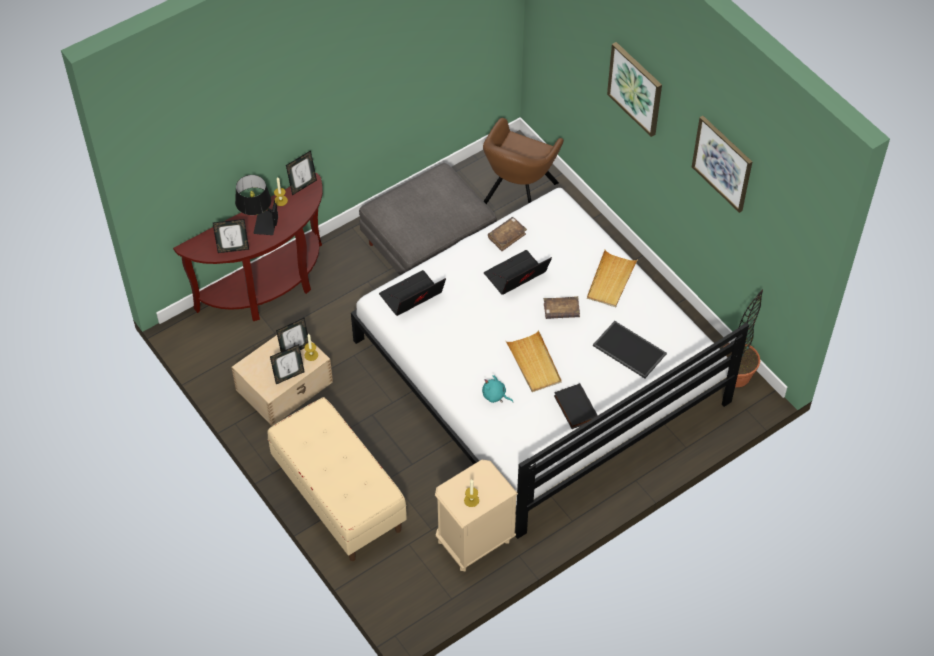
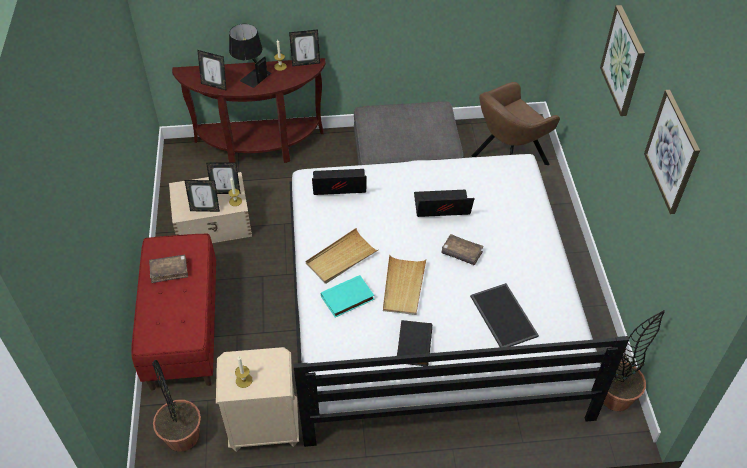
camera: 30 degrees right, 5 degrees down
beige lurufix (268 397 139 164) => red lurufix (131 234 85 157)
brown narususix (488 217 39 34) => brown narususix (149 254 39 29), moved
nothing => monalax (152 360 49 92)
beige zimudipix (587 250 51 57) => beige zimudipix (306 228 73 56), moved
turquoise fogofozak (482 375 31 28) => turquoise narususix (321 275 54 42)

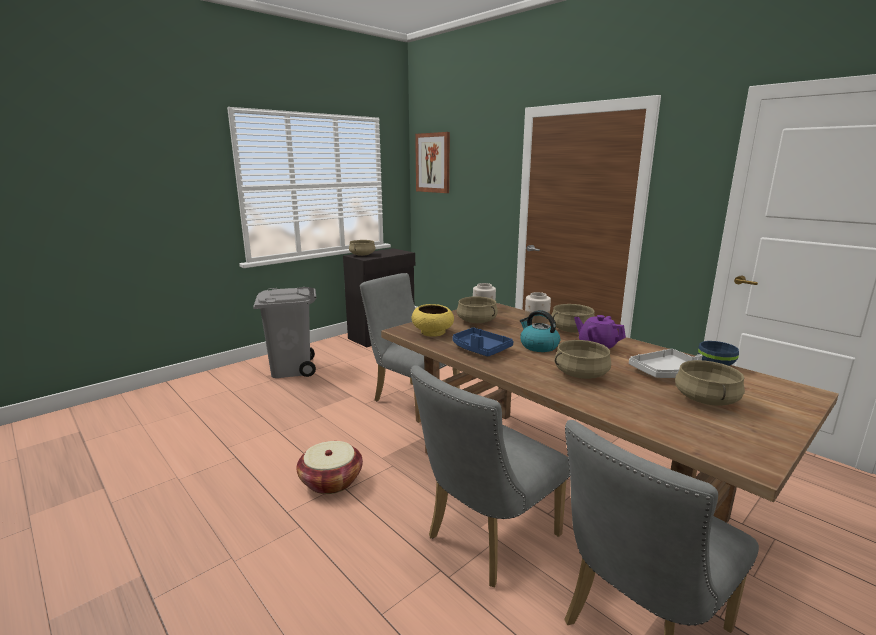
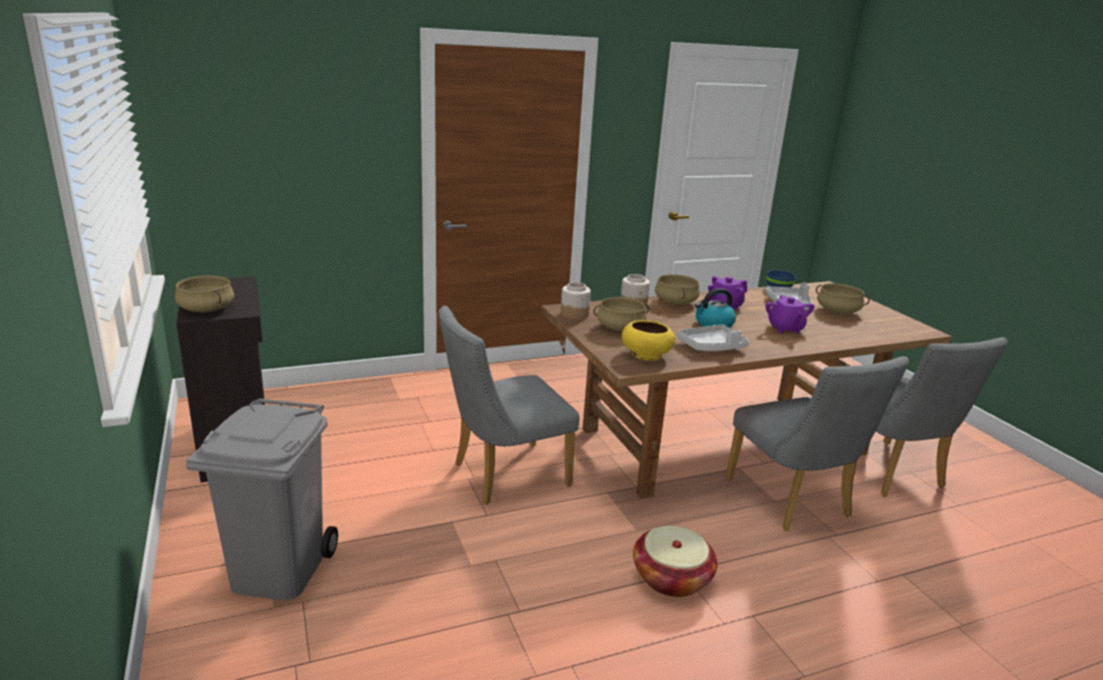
camera: 70 degrees left, 5 degrees up
blue zimudipix (453 327 60 30) => grey zimudipix (677 324 72 27)
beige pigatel (554 340 57 39) => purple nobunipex (765 295 50 39)
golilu (415 132 35 61) => nothing

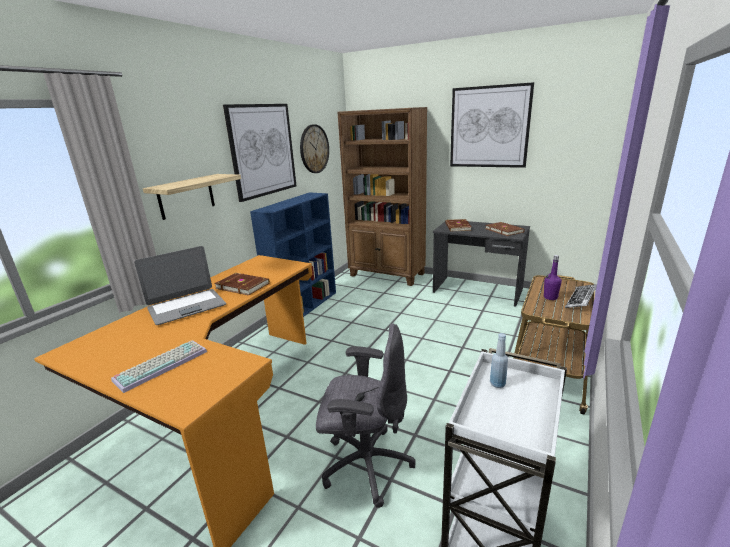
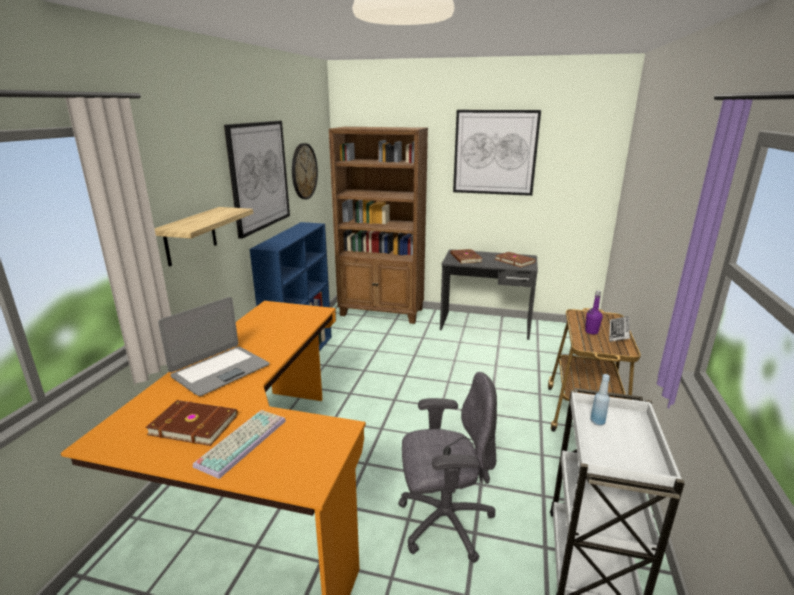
camera: 15 degrees left, 0 degrees up
brown narususix (214 273 56 23) => brown narususix (145 400 93 46), moved

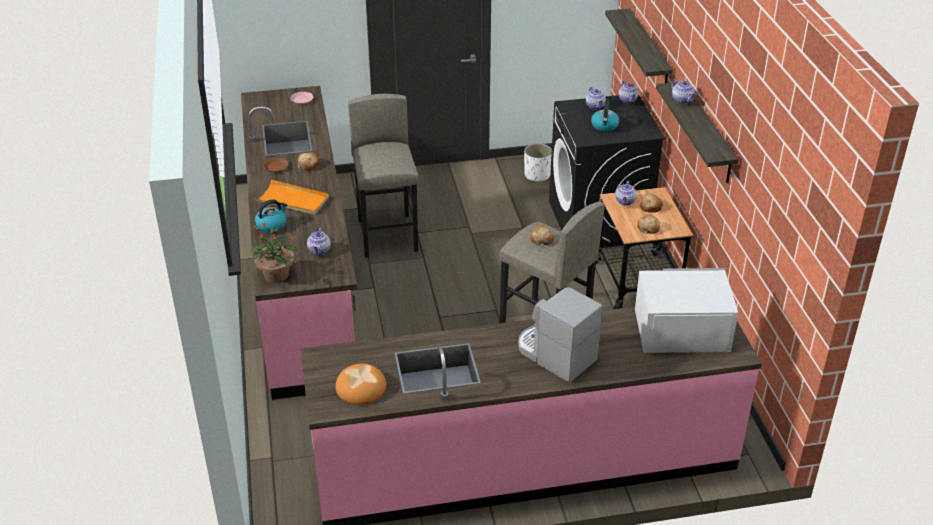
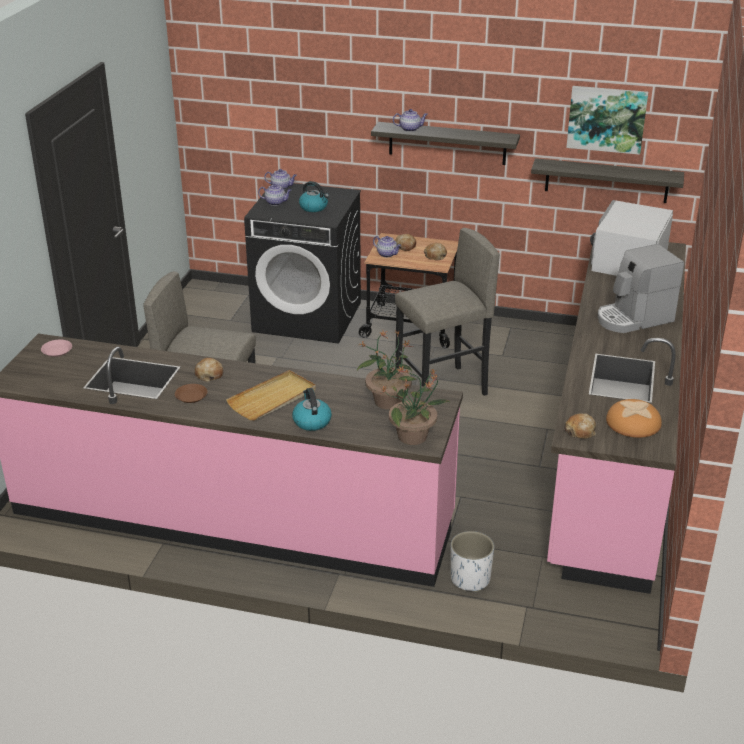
camera: 65 degrees left, 5 degrees down
orange zimudipix (255 180 74 35) => beige zimudipix (226 370 90 50)
nobunipex (307 227 24 29) => monalax (357 330 59 80)
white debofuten (524 143 28 39) => white debofuten (450 531 44 61), moved
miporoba (605 9 68 74) => miporoba (531 158 153 45), moved
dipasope (530 226 24 21) => dipasope (564 413 32 26), moved
nothing => golilu (566 86 82 69)

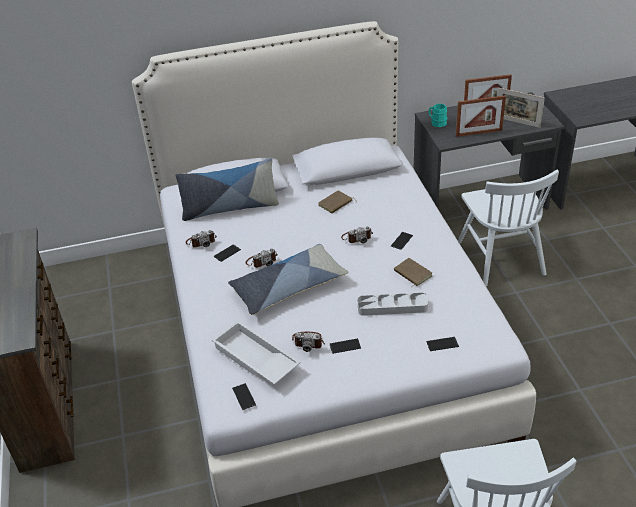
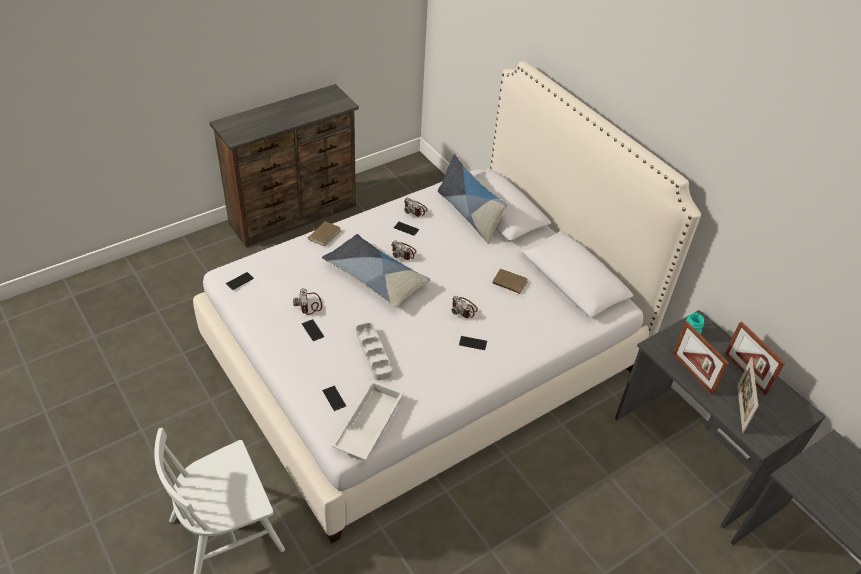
camera: 65 degrees right, 5 degrees up
brown narususix (394 258 38 30) => brown narususix (305 221 36 26), moved
white zimudipix (212 320 89 65) => white zimudipix (331 380 73 80), moved
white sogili (458 170 101 117) => nothing

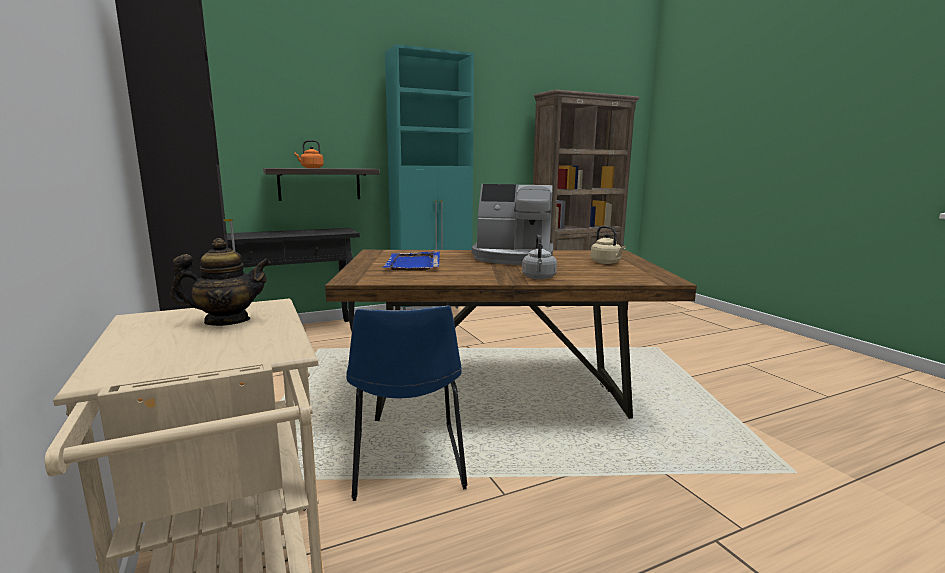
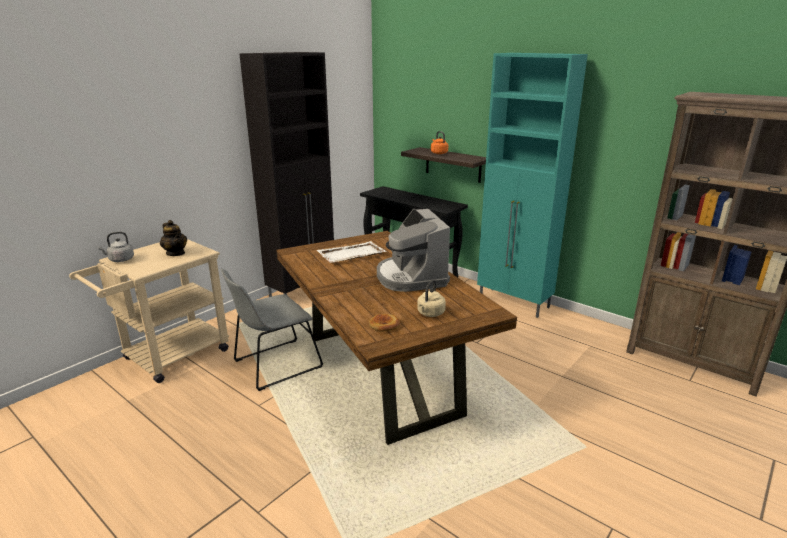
camera: 65 degrees right, 10 degrees up
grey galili (522 235 35 44) => grey galili (98 232 36 30), moved
blue sogili (346 305 122 196) => grey sogili (221 269 102 122)
blue zimudipix (382 251 58 20) => white zimudipix (317 241 70 22)
nothing => dipasope (369 314 31 17)

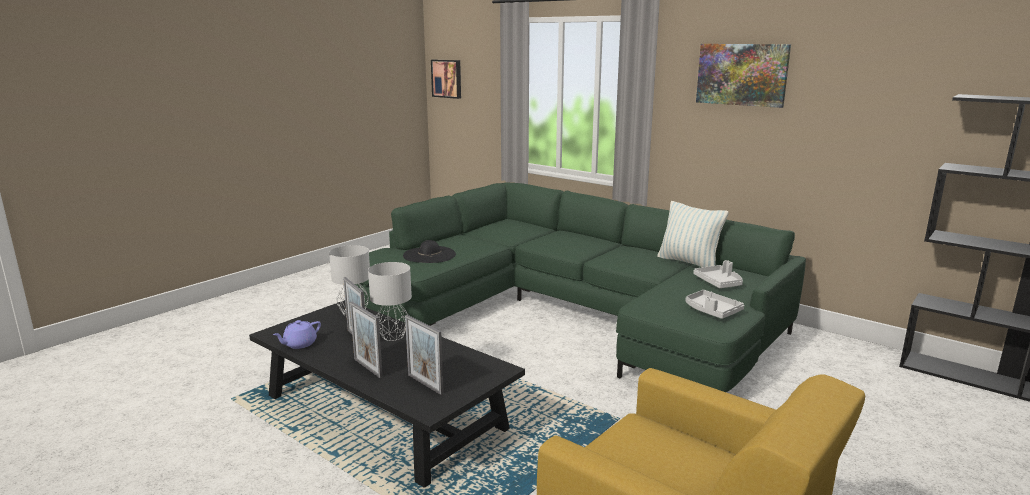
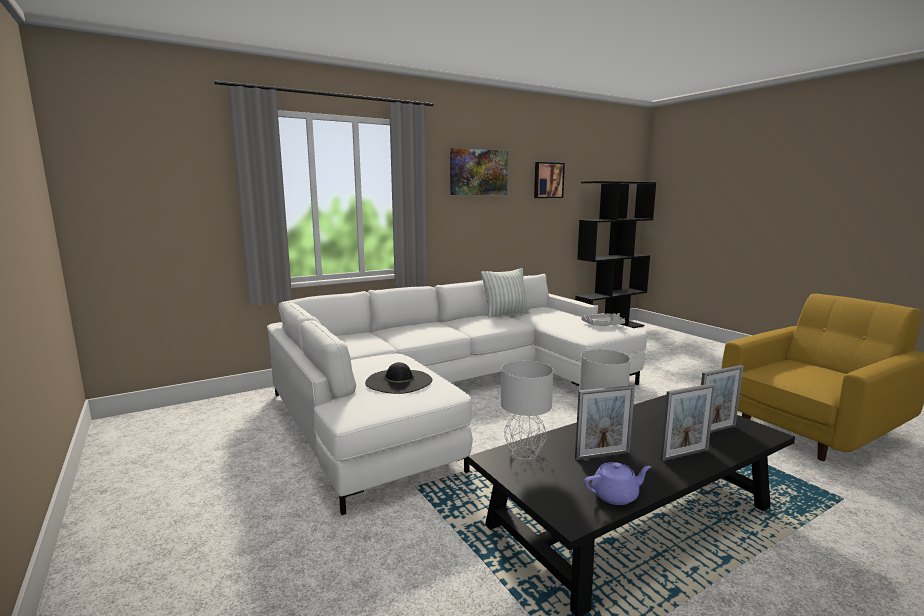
camera: 70 degrees left, 5 degrees down
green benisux (355 182 451 210) => white benisux (267 274 380 241)
golilu (431 60 30 39) => golilu (534 162 31 36), moved
purple nobunipex (273 320 48 29) => purple nobunipex (584 462 68 43), 75 degrees counterclockwise
grey zimudipix (693 260 50 28) => nothing

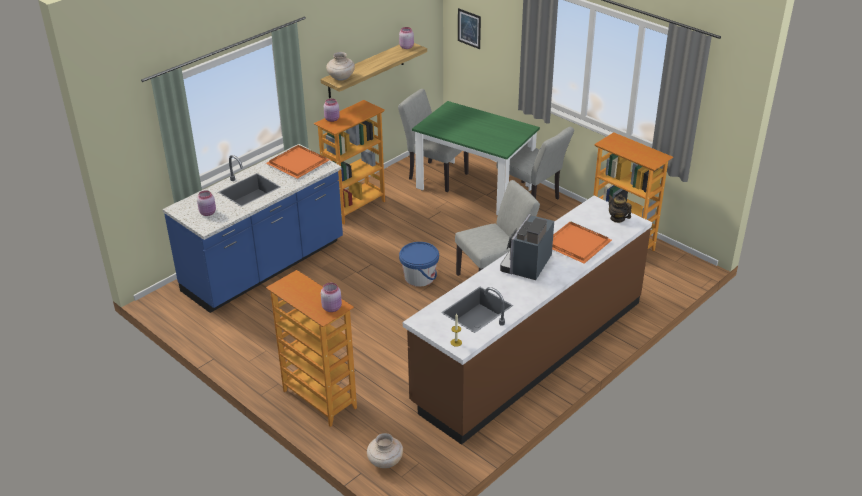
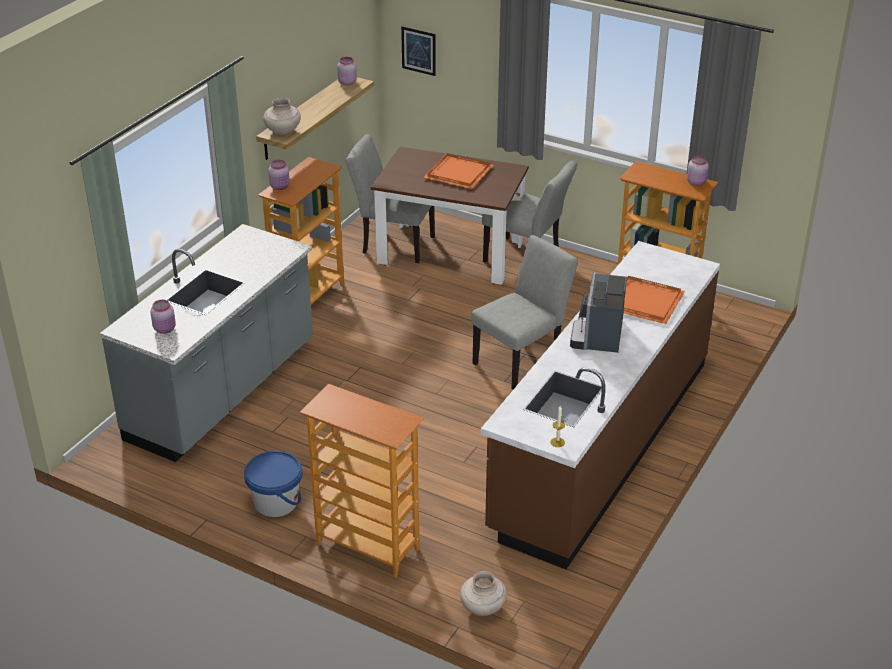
camera: 15 degrees left, 0 degrees up
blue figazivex (162 144 181 169) => grey figazivex (100 224 213 238)
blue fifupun (399 242 40 45) => blue fifupun (244 451 58 66), moved
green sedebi (412 101 128 115) => brown sedebi (371 147 158 138)
orange zimudipix (266 145 63 34) => orange zimudipix (423 153 70 36), moved
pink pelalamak (321 283 21 29) => pink pelalamak (687 155 22 31), moved
nobunipex (608 194 24 29) => nothing

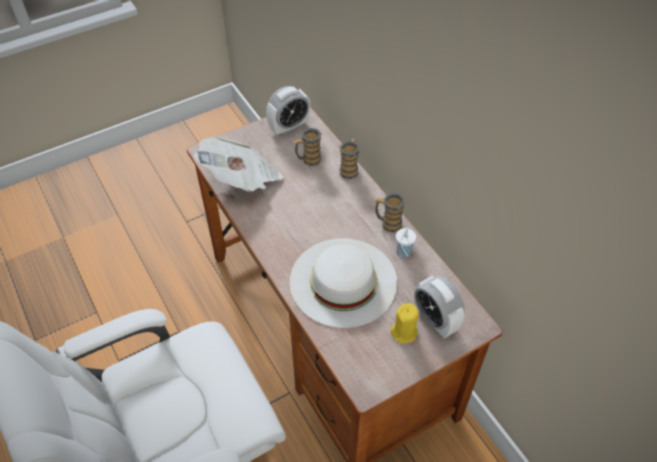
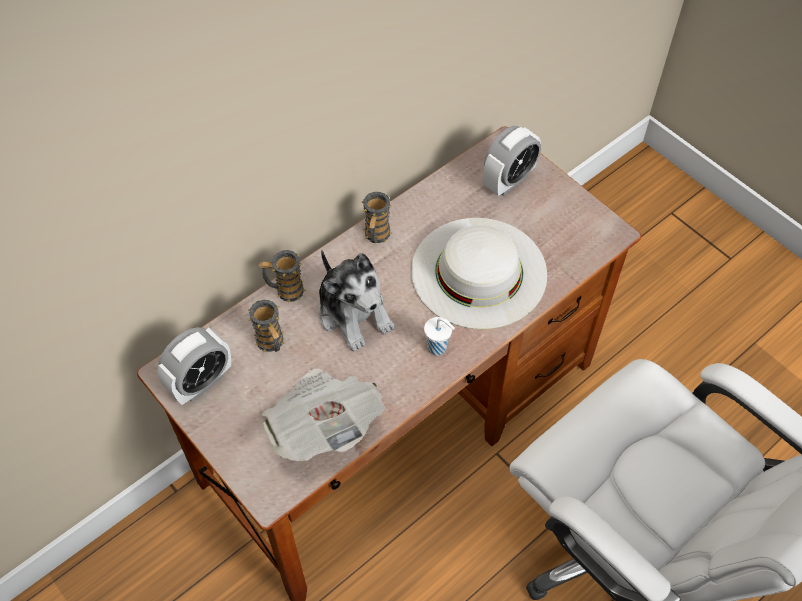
camera: 100 degrees left, 5 degrees up
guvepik (266 86 44 50) => guvepik (157 327 74 78), 90 degrees clockwise
nothing => fogofozak (318 250 77 102)
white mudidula (396 228 20 30) => white mudidula (424 317 31 39), moved
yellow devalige (390 303 29 41) => nothing

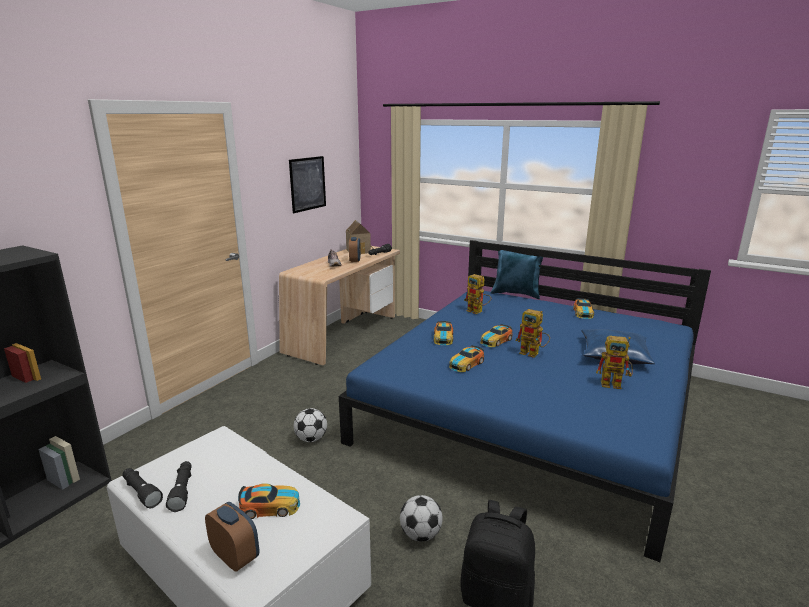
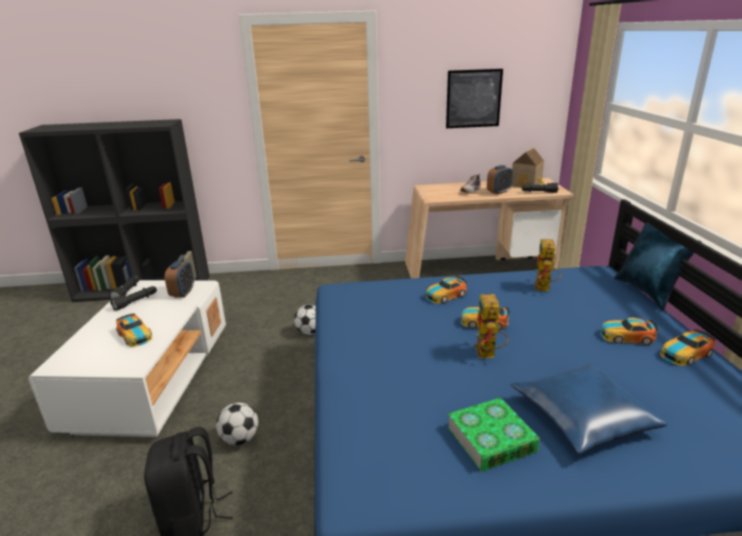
camera: 55 degrees right, 5 degrees up
guvepik (205 502 55 70) => guvepik (165 261 29 37), moved
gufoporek (596 336 37 53) => narususix (447 398 93 73)
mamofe (449 345 35 27) => mamofe (600 318 58 27), moved

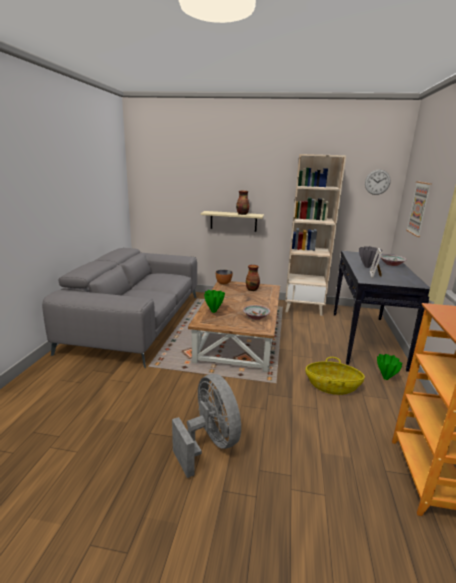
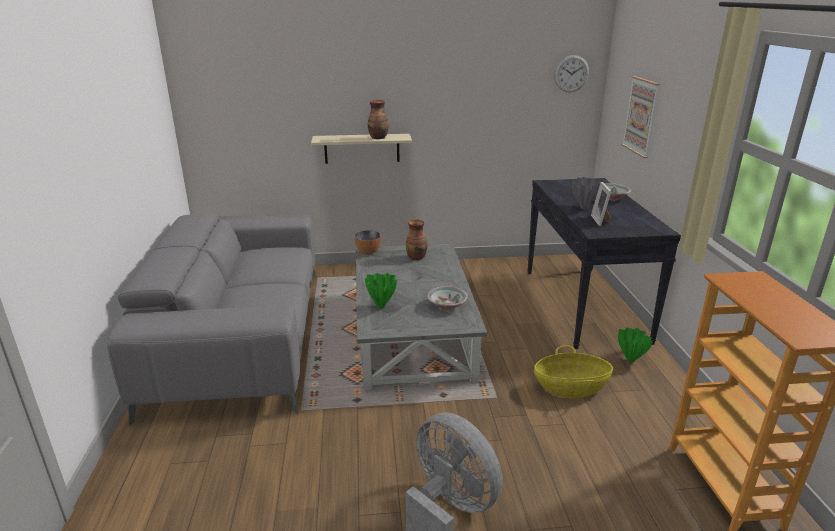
camera: 15 degrees left, 5 degrees up
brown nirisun (188 281 92 91) => grey nirisun (356 243 131 147)
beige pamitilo (285 154 61 162) => nothing

